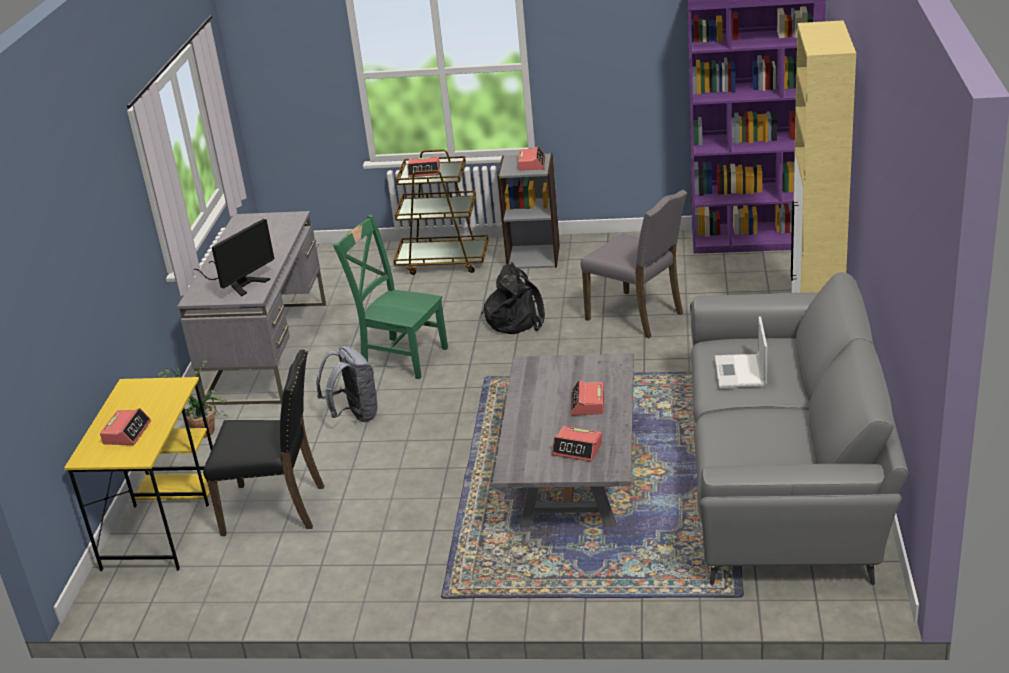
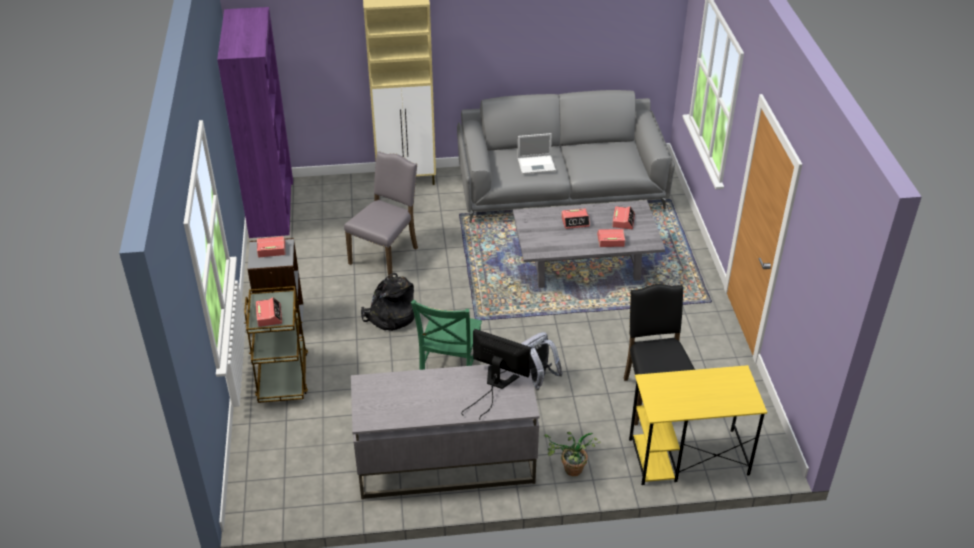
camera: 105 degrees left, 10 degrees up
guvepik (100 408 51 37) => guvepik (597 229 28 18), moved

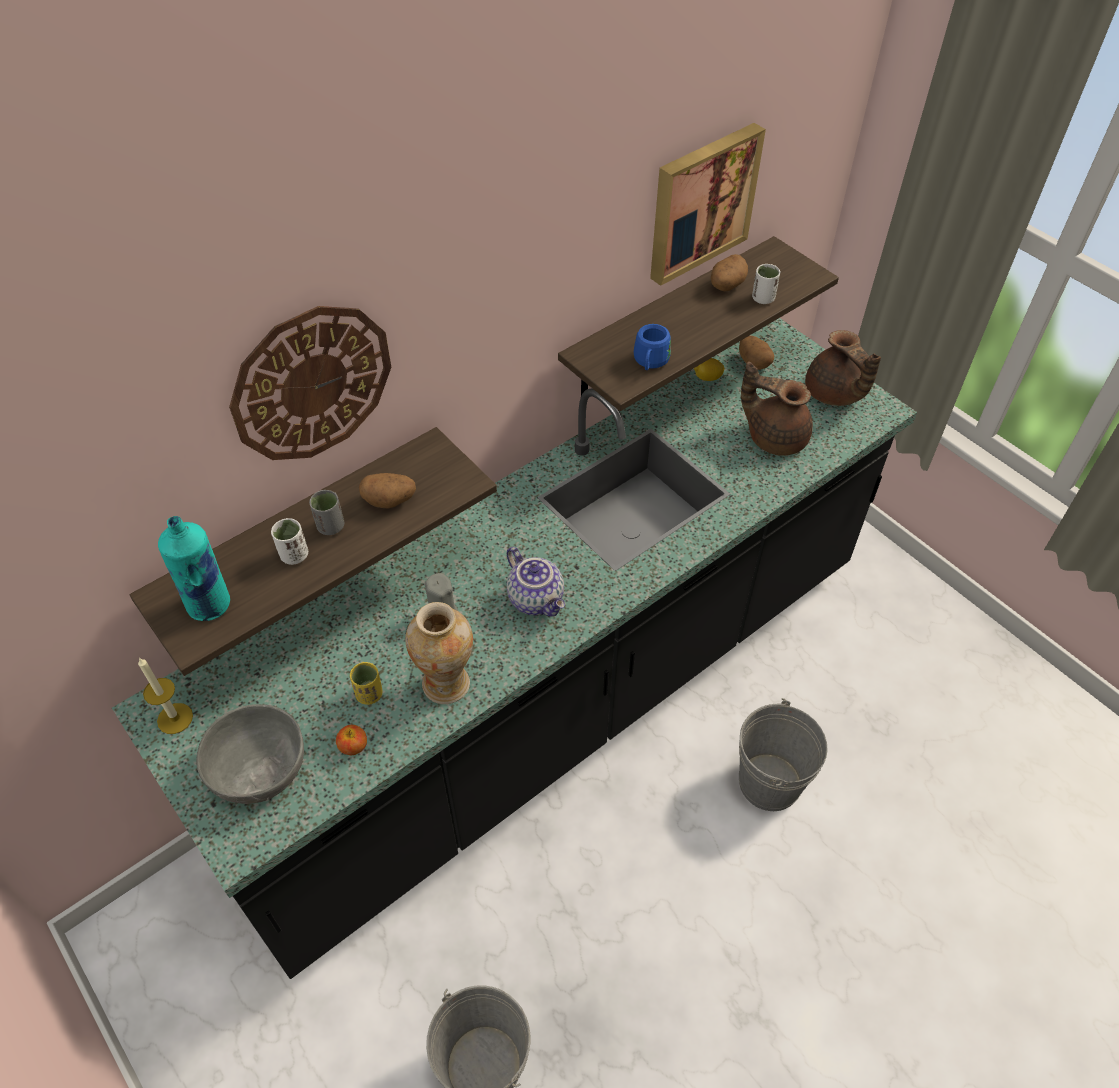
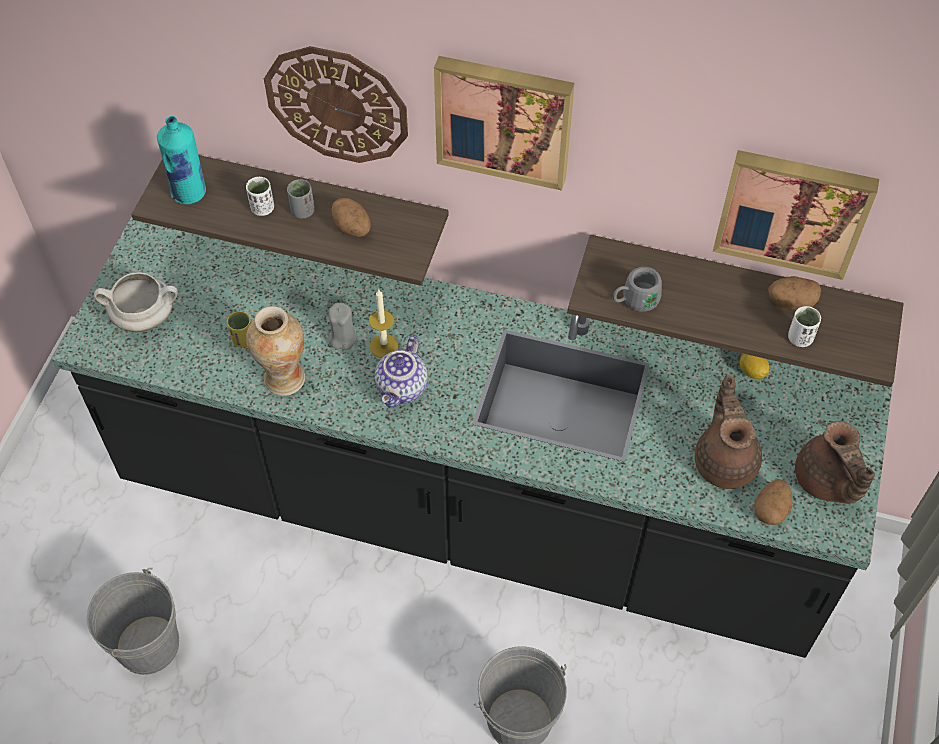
camera: 55 degrees right, 5 degrees up
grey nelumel (196 704 108 100) => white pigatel (94 272 84 60)
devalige (138 658 55 76) => devalige (369 290 30 68), moved
nothing => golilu (434 56 141 135)
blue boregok (634 324 37 46) => grey boregok (613 267 49 45)
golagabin (739 336 35 34) => golagabin (754 479 39 46), moved
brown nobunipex (805 330 76 76) => brown nobunipex (795 421 80 83), 45 degrees counterclockwise
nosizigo (336 725 31 30) => nothing

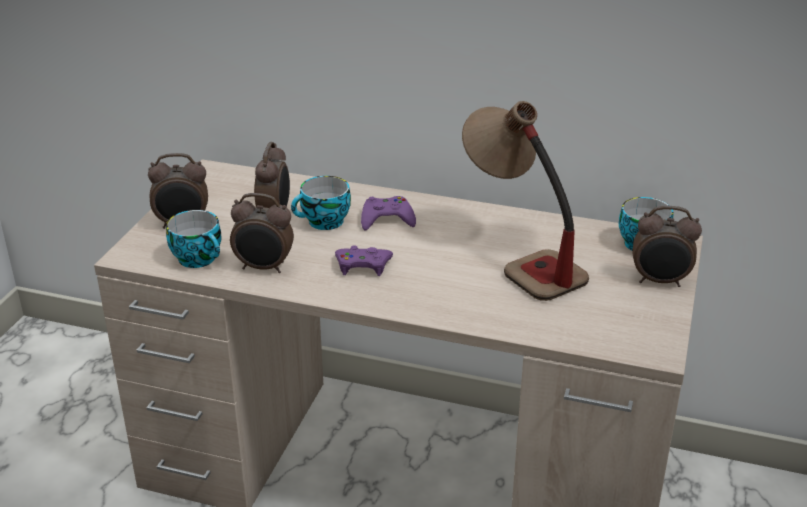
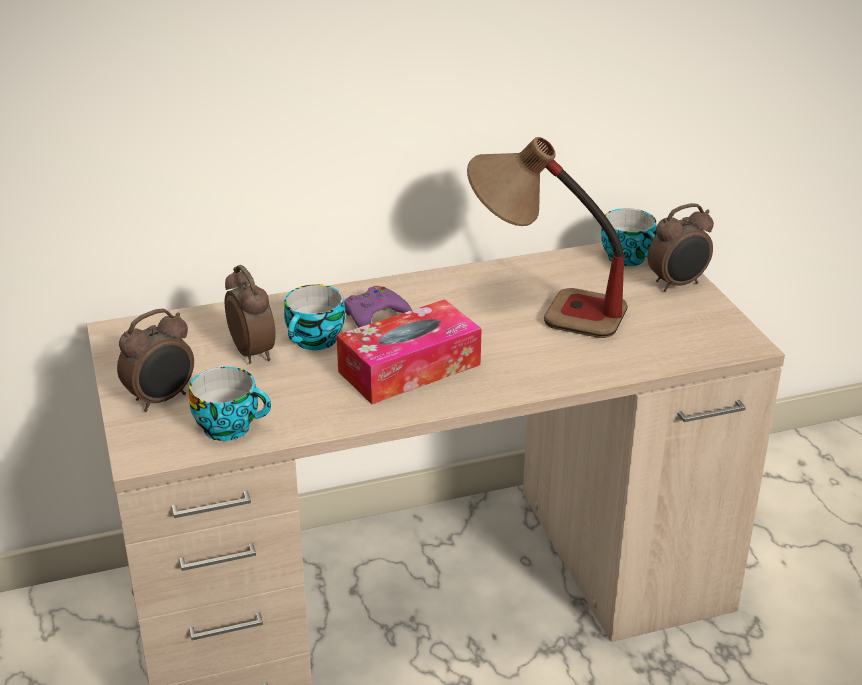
camera: 35 degrees left, 0 degrees up
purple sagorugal (335 246 58 30) => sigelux (336 299 145 105)
guvepik (230 193 64 80) => nothing

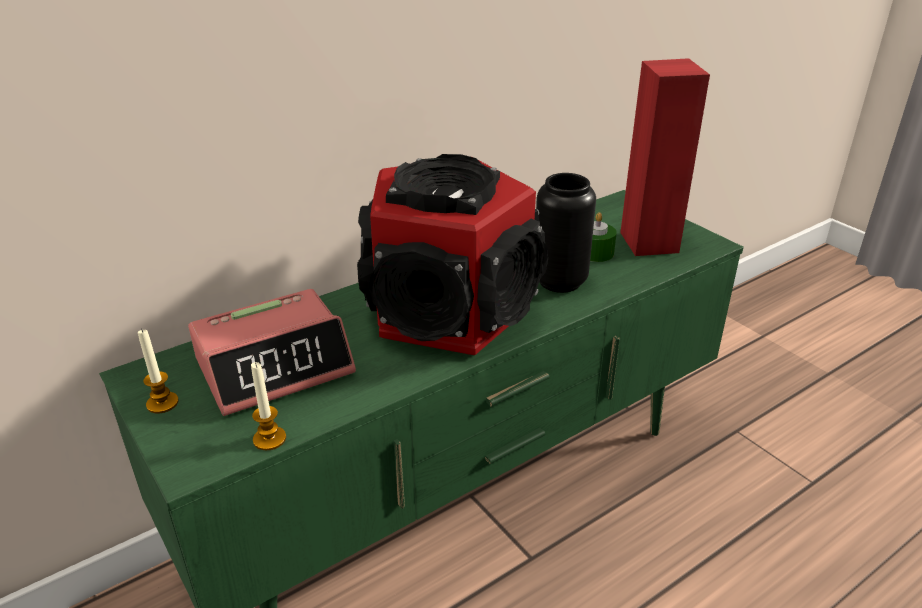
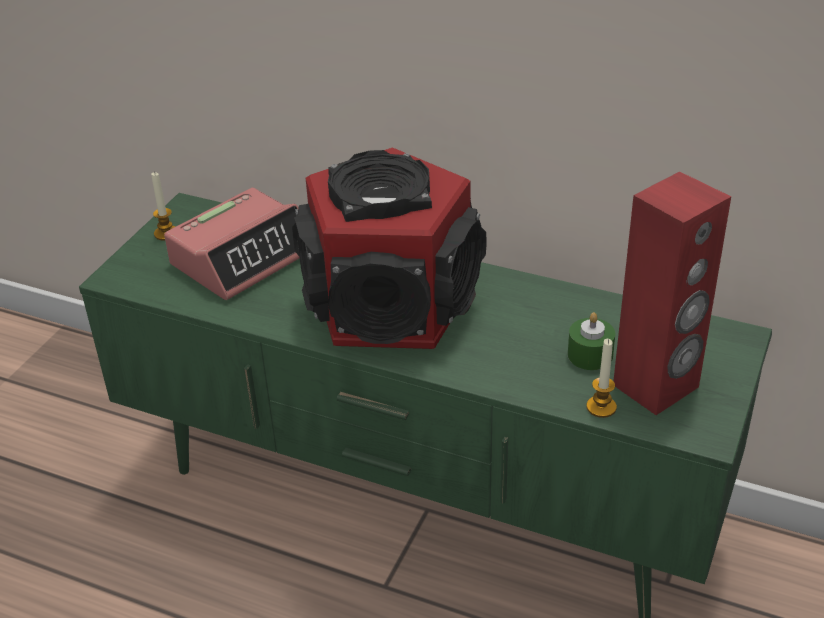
camera: 60 degrees right, 5 degrees up
guvepik (188 289 168 127) => guvepik (164 188 136 112), 75 degrees counterclockwise
devalige (251 362 35 88) => devalige (586 339 31 79), moved
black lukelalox (536 173 60 120) => nothing

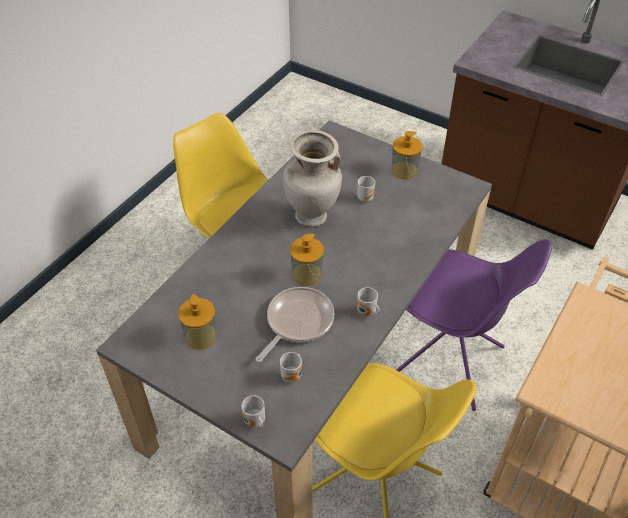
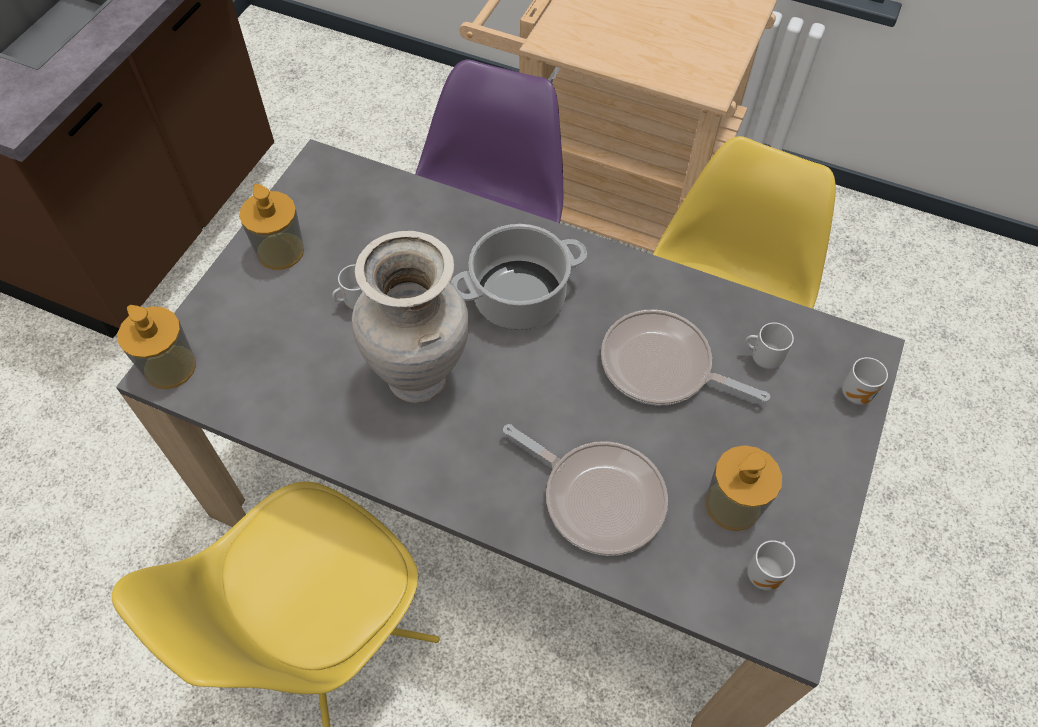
camera: 100 degrees left, 10 degrees up
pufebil (290 234 34 52) => pufebil (118 305 78 84), moved
nothing => pigatel (451 224 136 106)
nothing => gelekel (503 424 165 132)
boregok (357 287 23 29) => boregok (747 540 48 51), moved

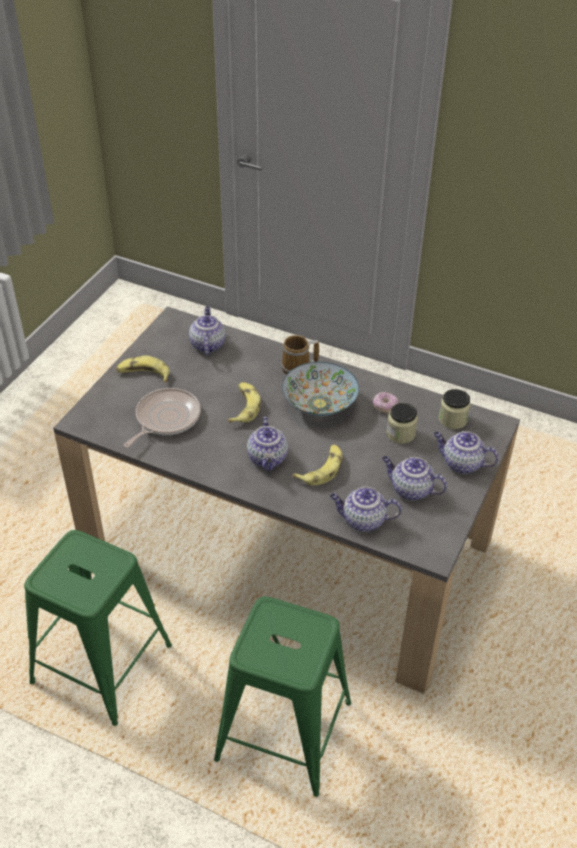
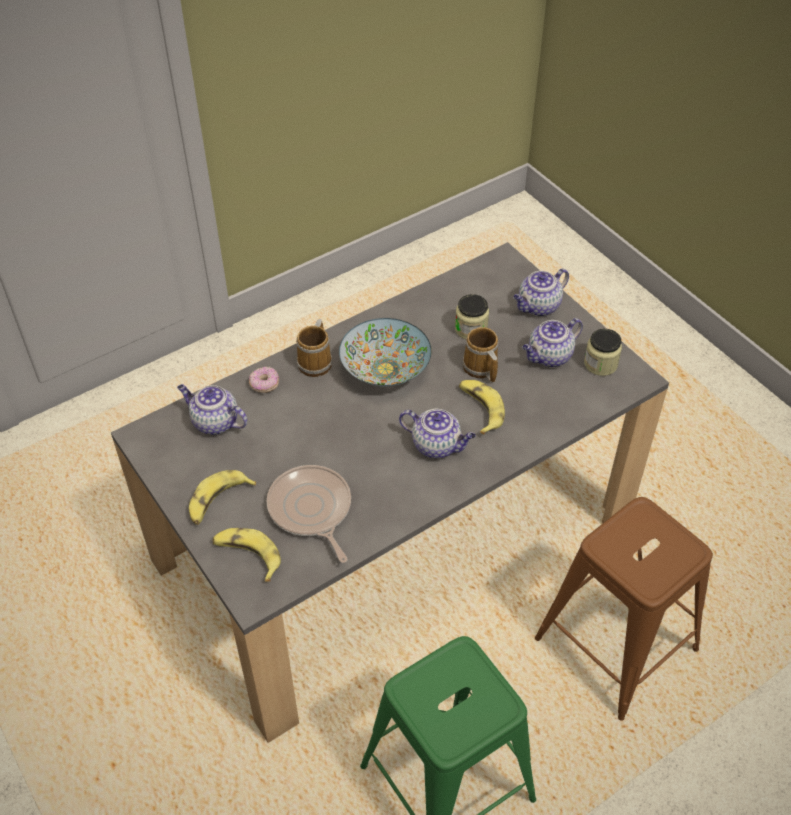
camera: 60 degrees left, 5 degrees up
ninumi (228 382 33 41) => ninumi (212 528 69 54), moved
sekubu (373 392 25 21) => sekubu (249 367 30 26), moved
nothing => boregok (462 327 37 55)
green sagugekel (214 597 137 200) => brown sagugekel (535 497 178 224)
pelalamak (439 389 31 40) => pelalamak (584 329 38 47), moved
nobunipex (330 487 72 45) => nothing

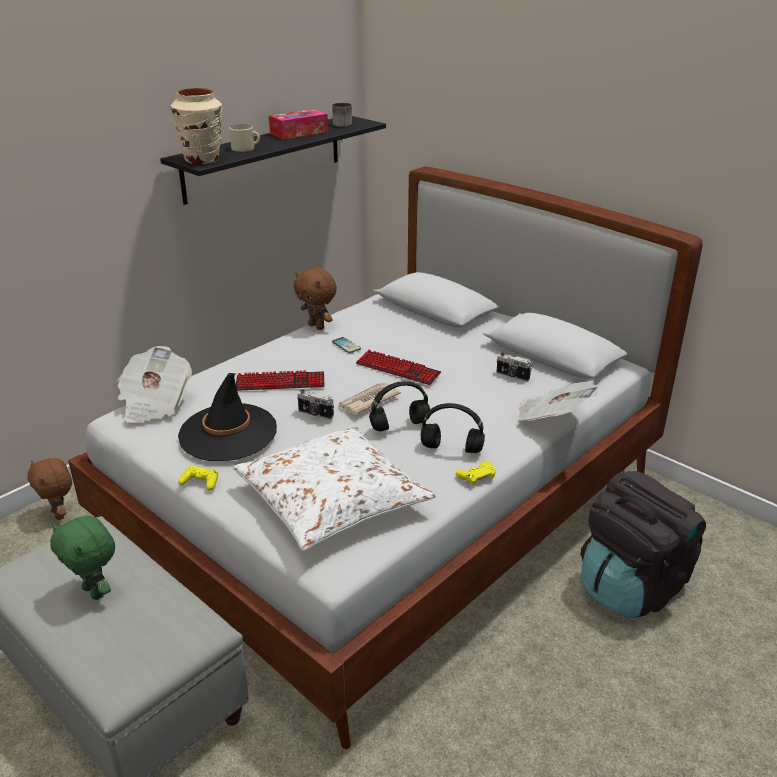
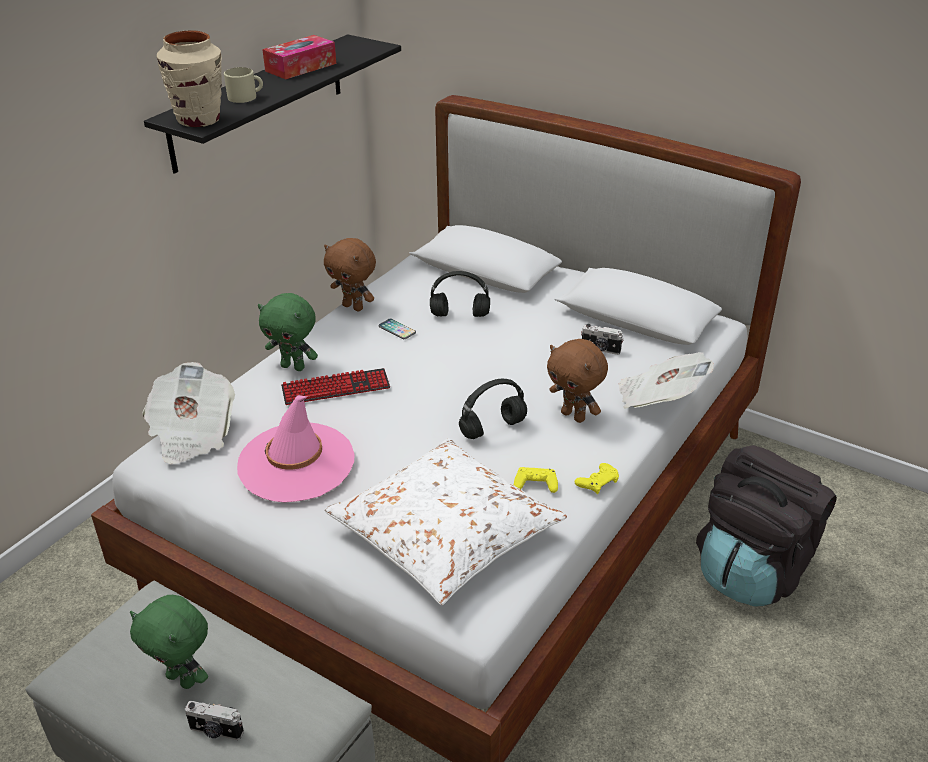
camera: 10 degrees left, 5 degrees up
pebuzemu (297 389 37 30) => pebuzemu (185 701 59 39), moved
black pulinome (178 373 99 88) => pink pulinome (237 395 118 108)
nothing => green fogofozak (258 293 60 78)
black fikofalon (421 403 64 50) => black fikofalon (430 271 60 46), moved
yellow sagorugal (178 466 40 25) => yellow sagorugal (514 467 44 26), moved
brown fogofozak (28 458 44 62) => brown fogofozak (547 339 61 84), moved
boregok (332 103 20 24) => nothing
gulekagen (337 382 64 32) => nothing
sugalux (356 350 85 35) => nothing

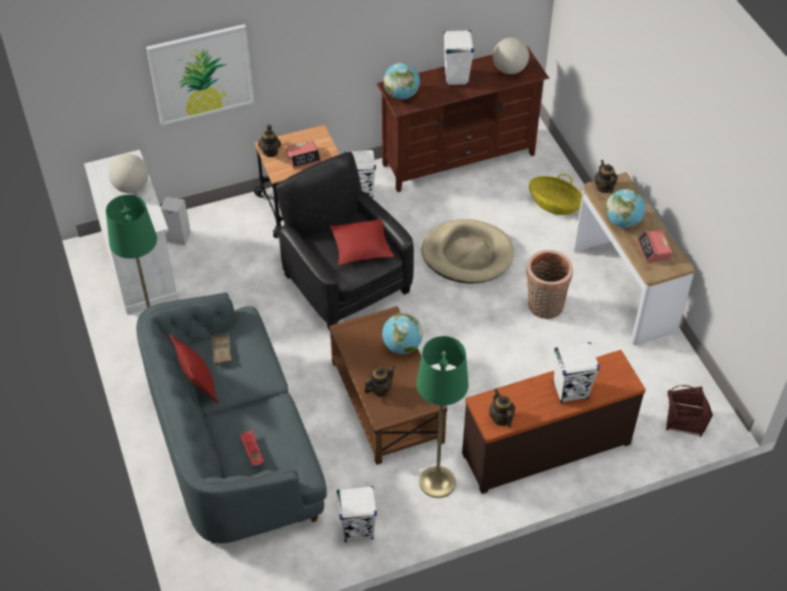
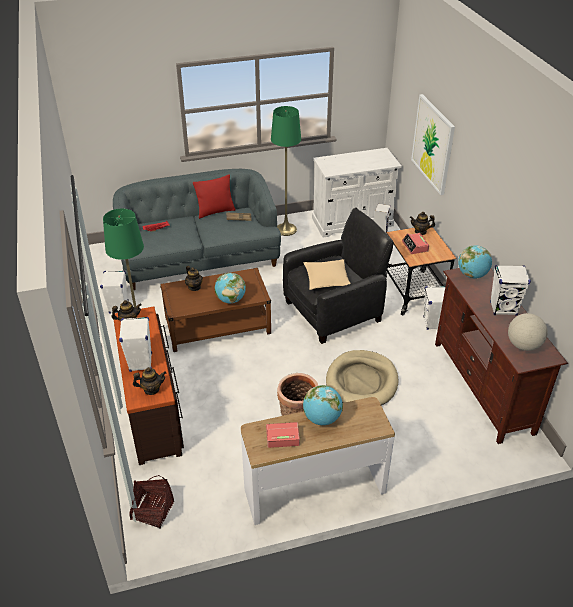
camera: 95 degrees right, 10 degrees down
nobunipex (595 160 23 33) => nobunipex (133 367 33 28), moved
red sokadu (330 219 64 47) => beige sokadu (304 259 47 31)
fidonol (109 154 40 39) => nothing
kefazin (529 174 53 41) => nothing

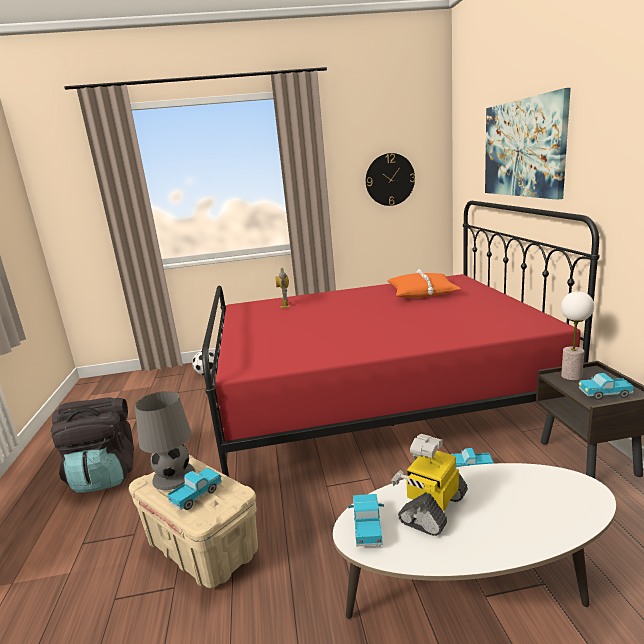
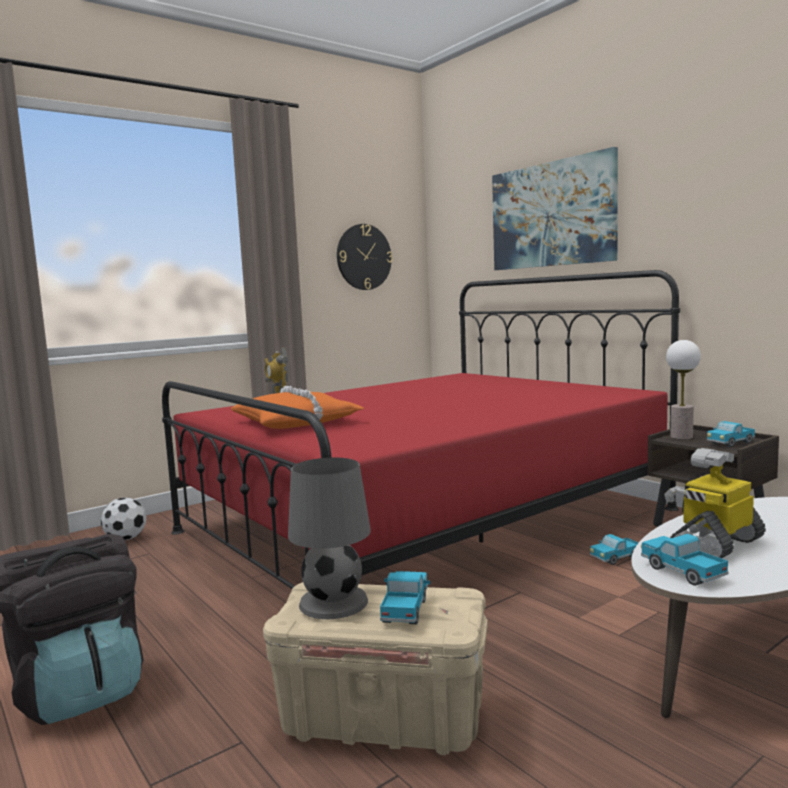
camera: 30 degrees left, 10 degrees down
orange sokadu (387 269 74 29) => orange sokadu (230 386 134 43), moved
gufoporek (391 434 77 102) => gufoporek (665 448 101 110), 45 degrees clockwise

